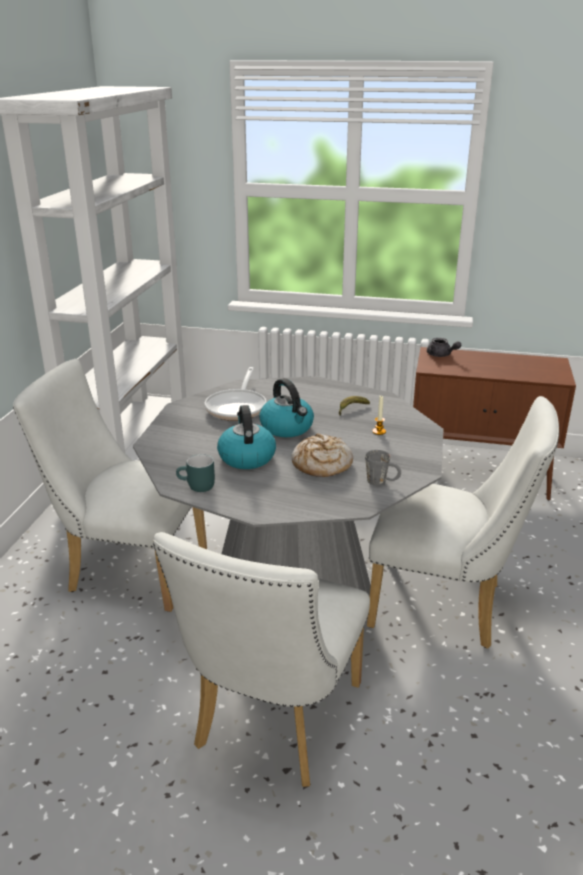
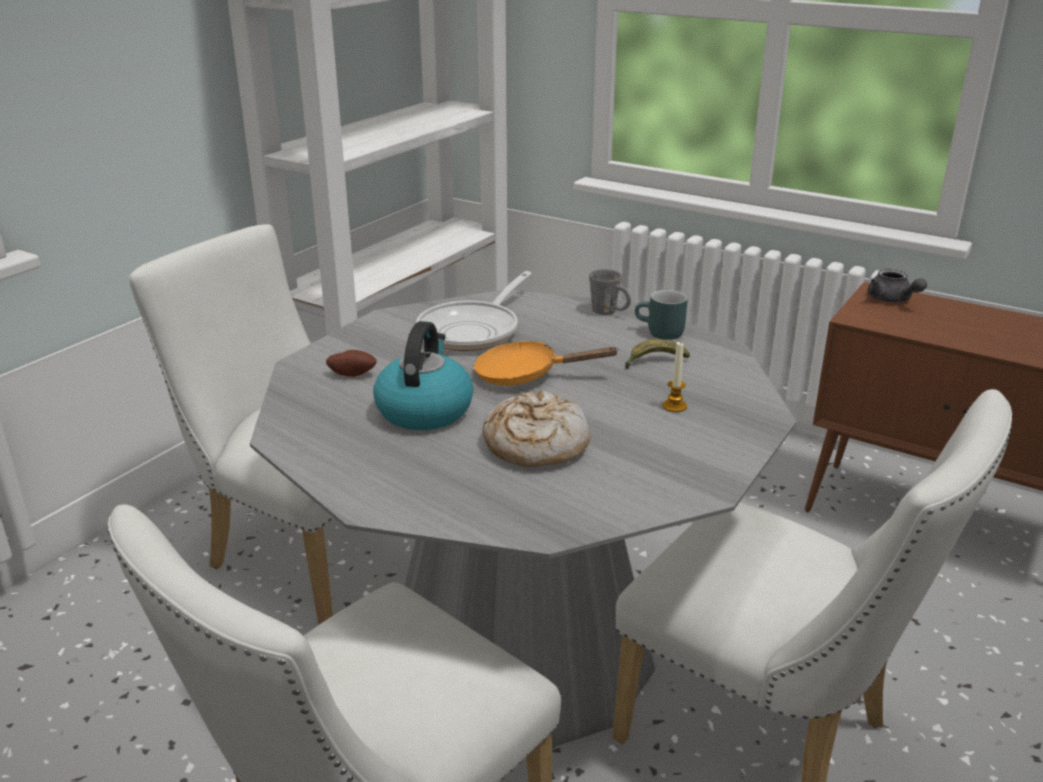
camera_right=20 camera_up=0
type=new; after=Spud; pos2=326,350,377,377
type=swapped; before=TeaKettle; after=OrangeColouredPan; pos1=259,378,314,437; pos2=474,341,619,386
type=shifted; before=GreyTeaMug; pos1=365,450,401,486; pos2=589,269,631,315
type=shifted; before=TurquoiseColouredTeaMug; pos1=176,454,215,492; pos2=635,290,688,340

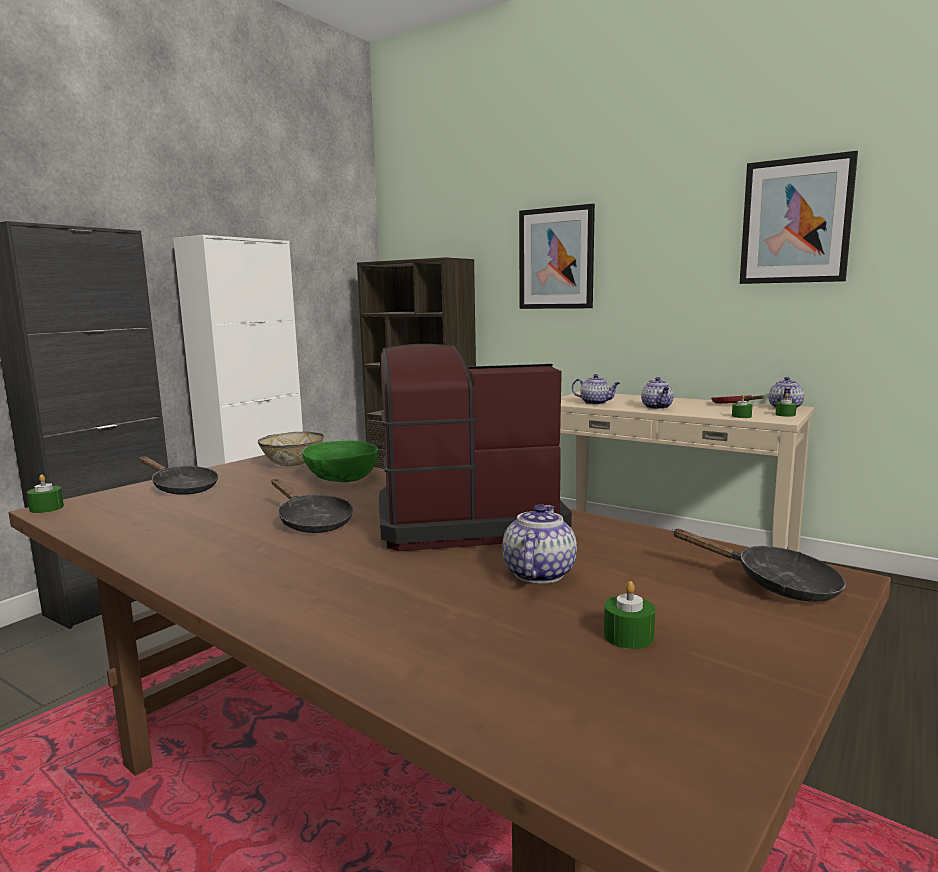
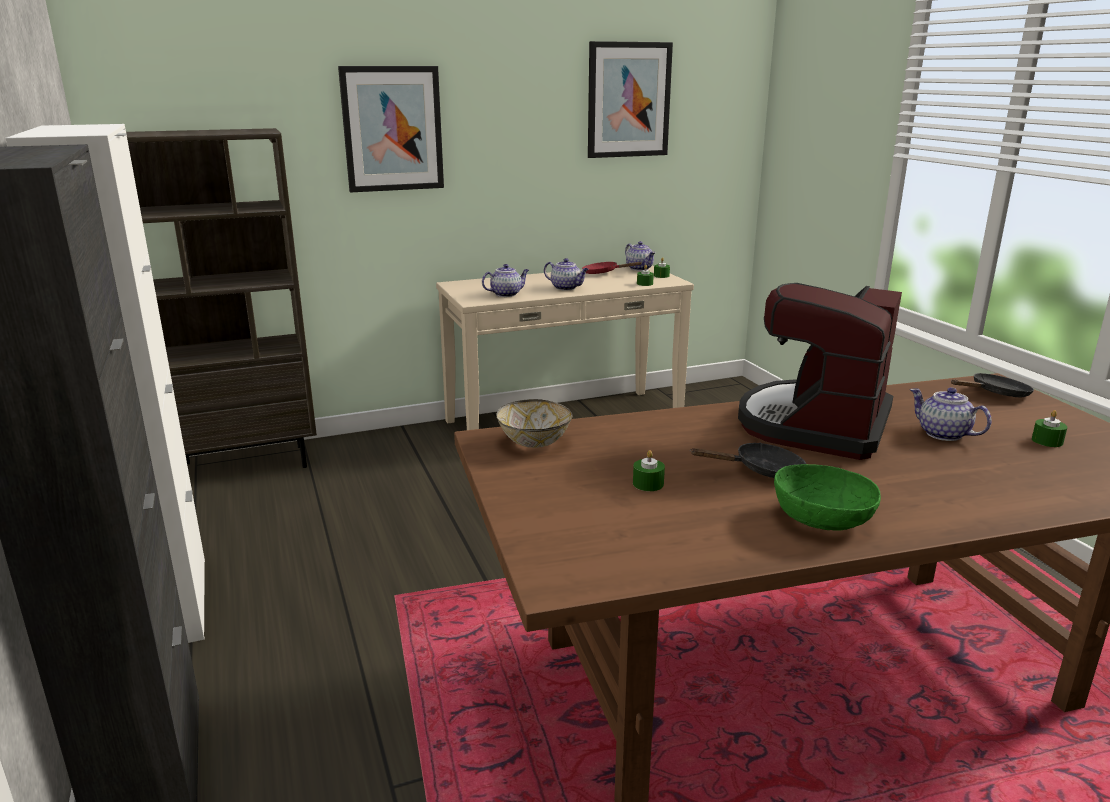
camera_right=-55 camera_up=10
type=shifted; before=GreenCandle; pos1=27,474,64,513; pos2=633,450,665,491
type=shifted; before=GreenBowl; pos1=302,440,379,482; pos2=774,464,881,531
type=gone; before=BlackColouredPan; pos1=139,456,218,495

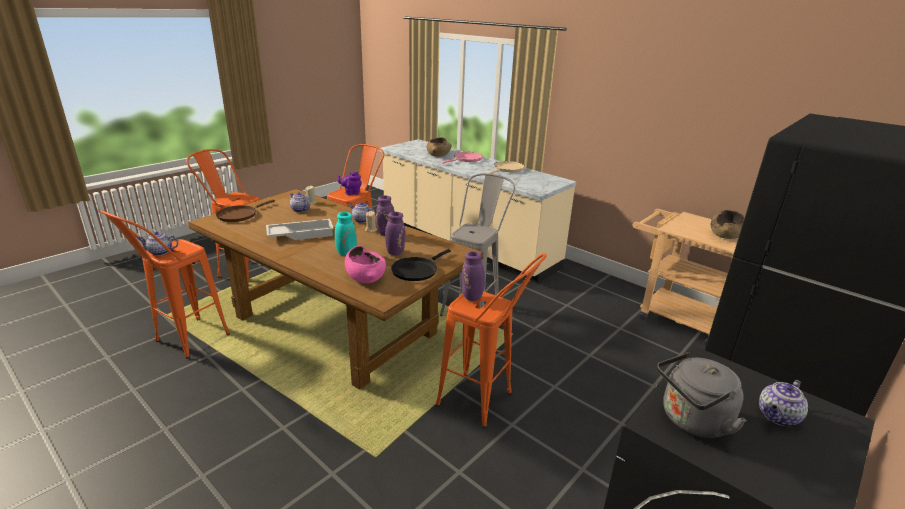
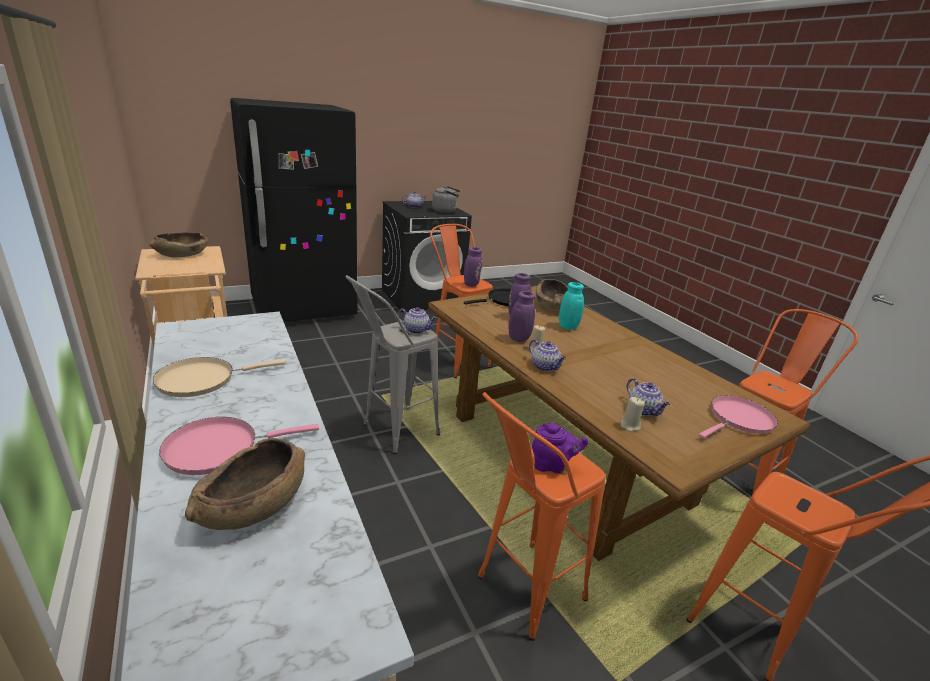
camera_right=-160 camera_up=0
type=shifted; before=TeaPot; pos1=138,232,179,256; pos2=397,307,437,334
type=repainted; before=PinkBowl; after=BrownColouredBowl; pos1=345,245,386,283; pos2=536,279,568,311
type=repainted; before=BrownColouredPan; after=PinkPan; pos1=216,200,275,222; pos2=699,395,778,438
type=gone; before=WhitishCarryingTray; pos1=266,219,334,240

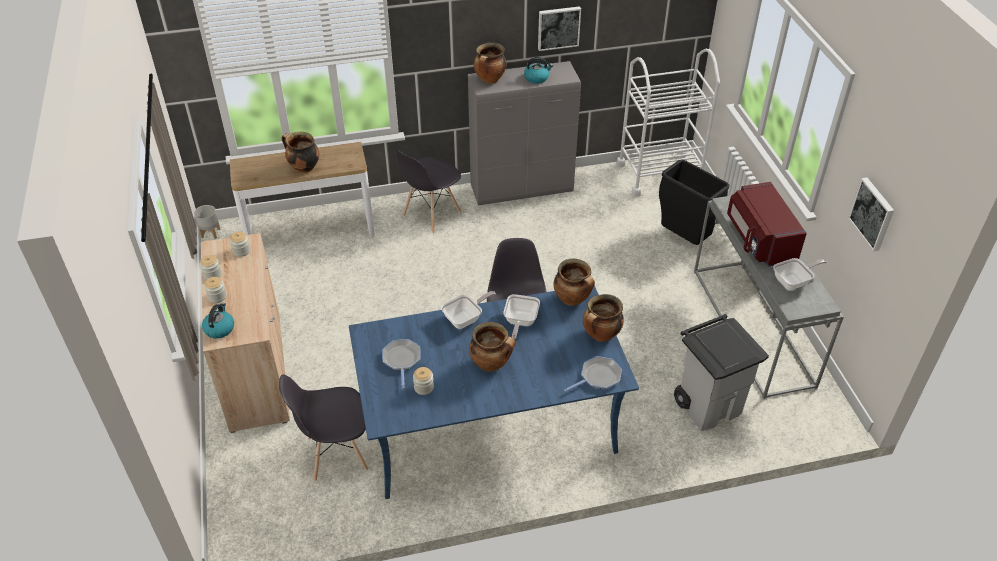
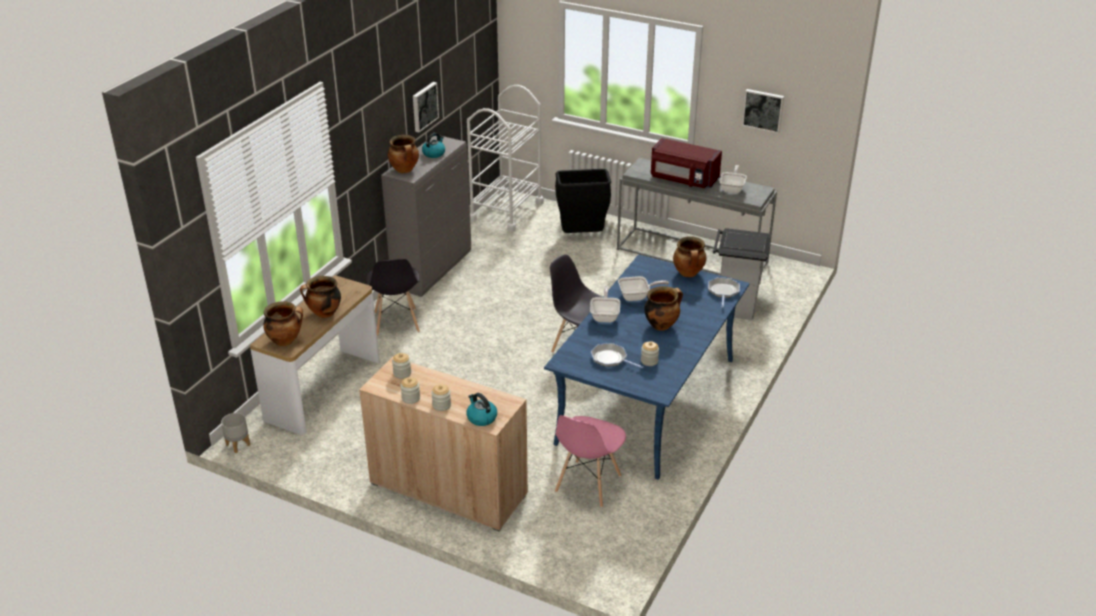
camera_right=-50 camera_up=-10
type=shifted; before=Stockpot; pos1=554,259,595,306; pos2=263,301,303,346
type=repainted; before=GreyChair; after=PinkChair; pos1=279,374,368,481; pos2=555,415,626,507
type=rotated; before=Pan; pos1=503,294,540,339; pos2=618,276,669,301; turn=-60

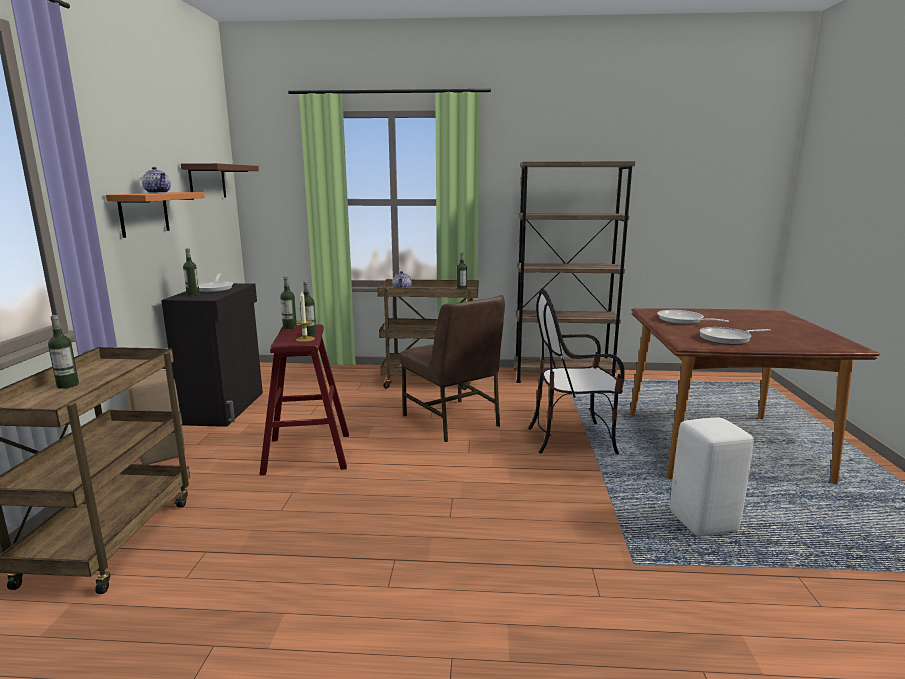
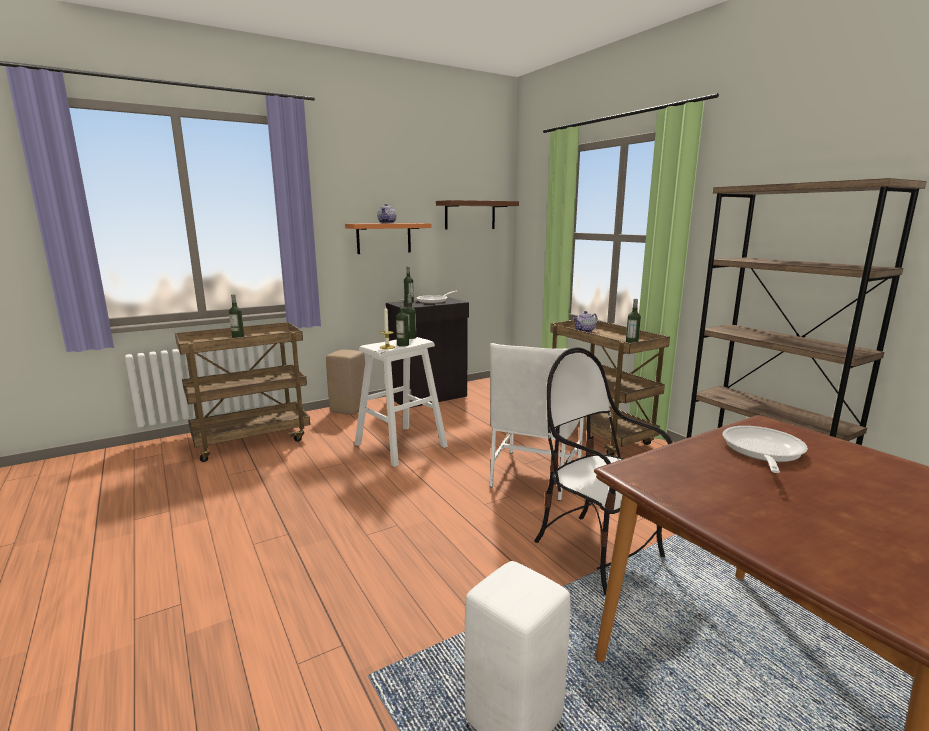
camera_right=55 camera_up=0
type=repainted; before=RedColouredStoolSeat; after=WhitishStoolSeat; pos1=259,325,349,475; pos2=355,337,448,467
type=repainted; before=BrownColouredChair; after=WhitishChair; pos1=400,295,505,442; pos2=489,343,584,501
type=gone; before=Pan; pos1=699,327,771,345

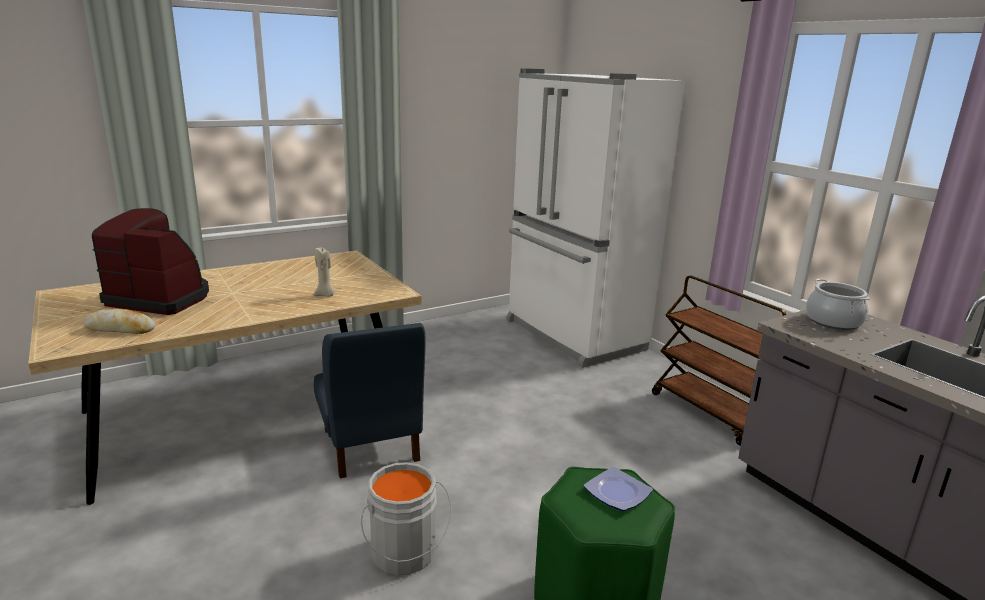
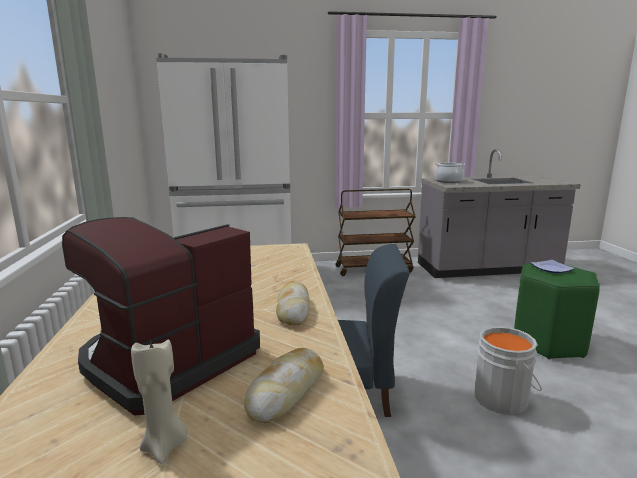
camera_right=-65 camera_up=-5
type=shifted; before=BeigeCandle; pos1=313,247,335,296; pos2=131,338,187,464
type=new; after=BakeryBread; pos2=276,281,310,325

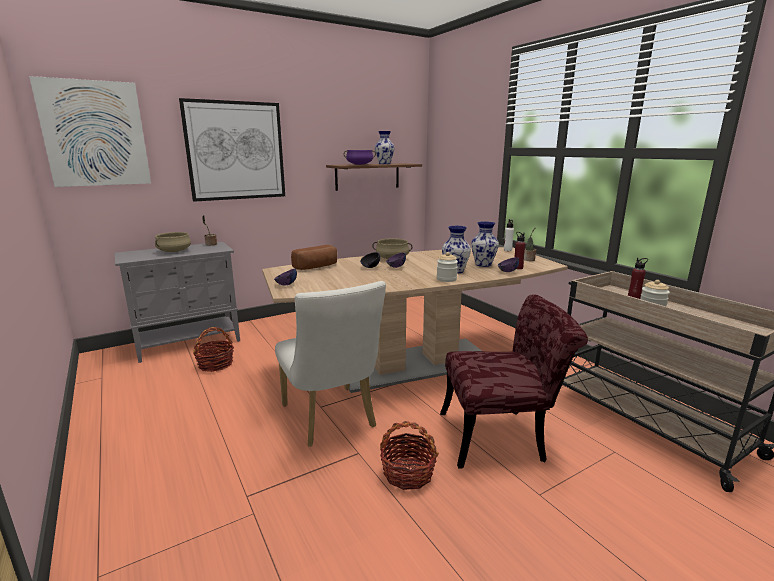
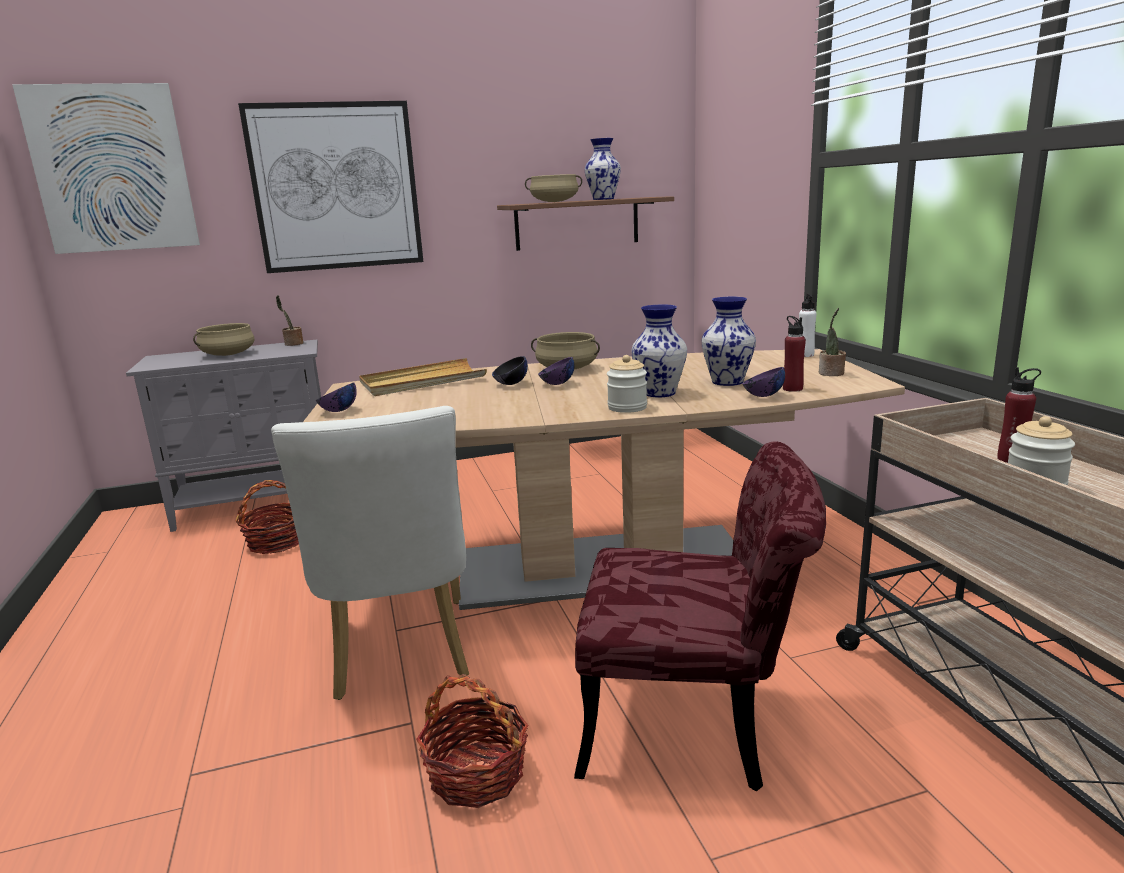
camera_right=15 camera_up=0
type=swapped; before=BakeryBread; after=BeigeCarryingTray; pos1=291,245,337,270; pos2=359,358,487,396
type=repainted; before=PurpleColouredStockpot; after=BeigeStockpot; pos1=344,150,376,165; pos2=525,174,582,202

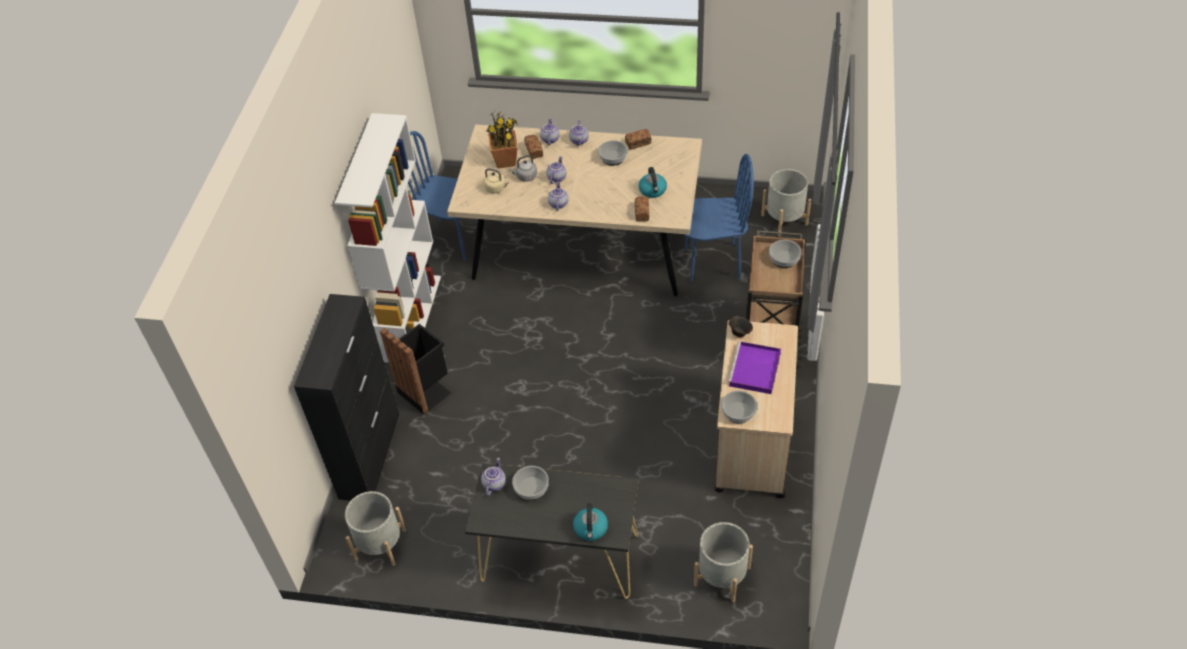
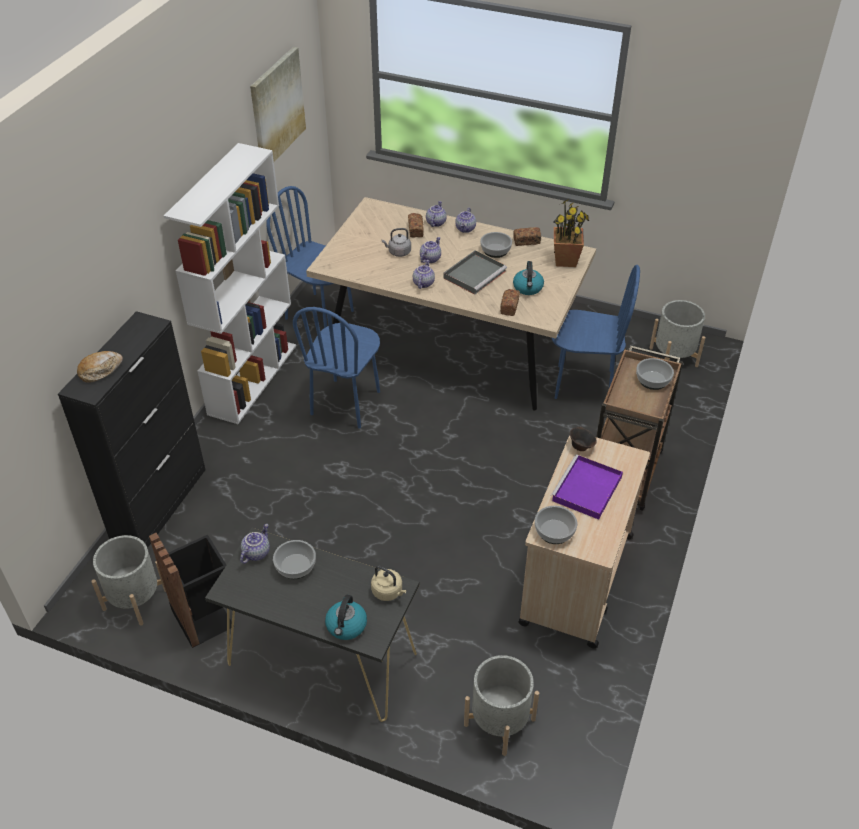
camera_right=10 camera_up=-5
type=new; after=BakeryBread; pos2=77,351,123,383
type=shifted; before=BlackColouredWasteBin; pos1=380,324,451,415; pos2=149,533,235,648
type=new; after=WallArt; pos2=250,47,306,162
type=new; after=BluishChair; pos2=293,307,380,428
type=shifted; before=BeigeTeaKettle; pos1=484,168,509,193; pos2=371,566,406,601
type=new; after=GreyCarryingTray; pos2=443,250,507,294
type=shifted; before=PlantInAPot; pos1=487,111,518,168; pos2=554,199,589,267

